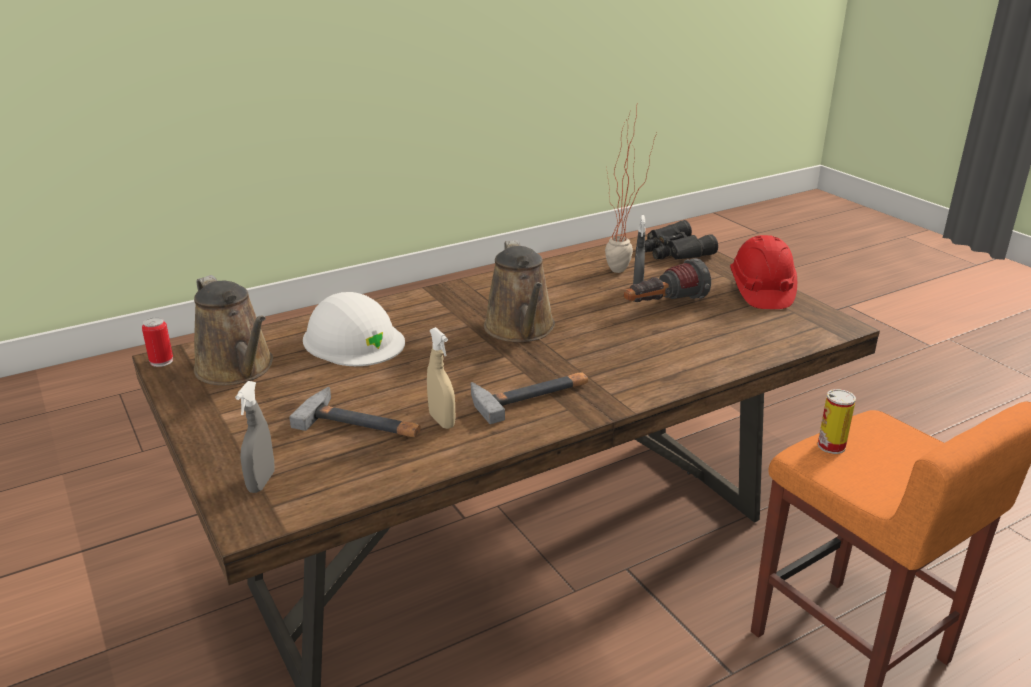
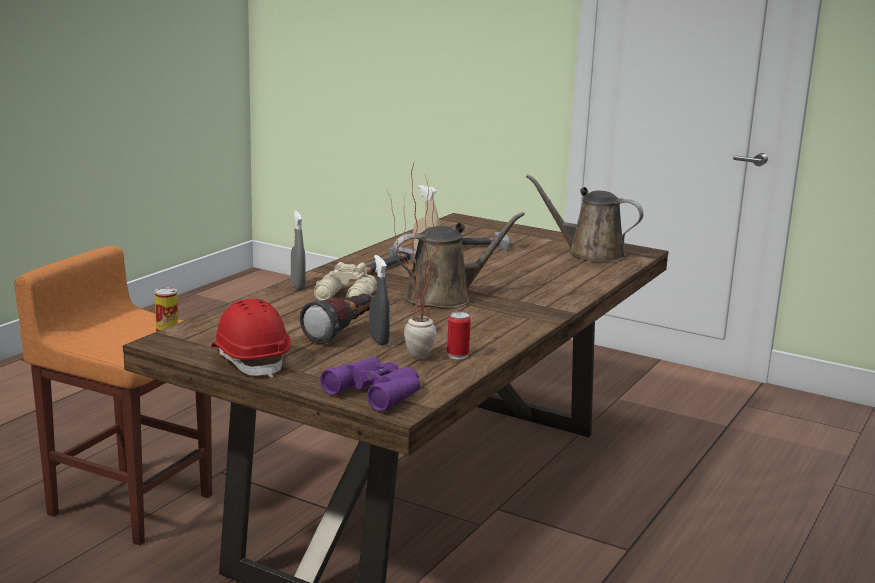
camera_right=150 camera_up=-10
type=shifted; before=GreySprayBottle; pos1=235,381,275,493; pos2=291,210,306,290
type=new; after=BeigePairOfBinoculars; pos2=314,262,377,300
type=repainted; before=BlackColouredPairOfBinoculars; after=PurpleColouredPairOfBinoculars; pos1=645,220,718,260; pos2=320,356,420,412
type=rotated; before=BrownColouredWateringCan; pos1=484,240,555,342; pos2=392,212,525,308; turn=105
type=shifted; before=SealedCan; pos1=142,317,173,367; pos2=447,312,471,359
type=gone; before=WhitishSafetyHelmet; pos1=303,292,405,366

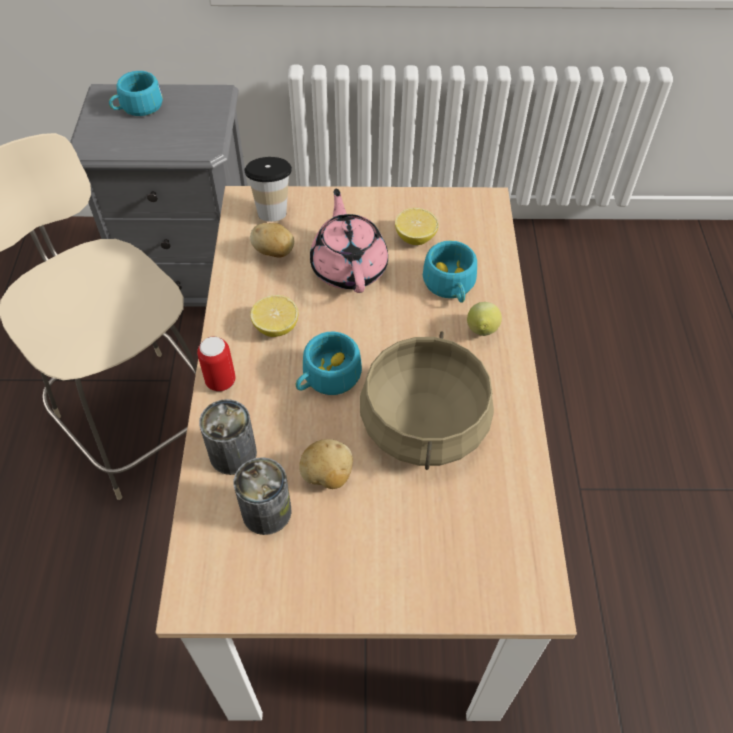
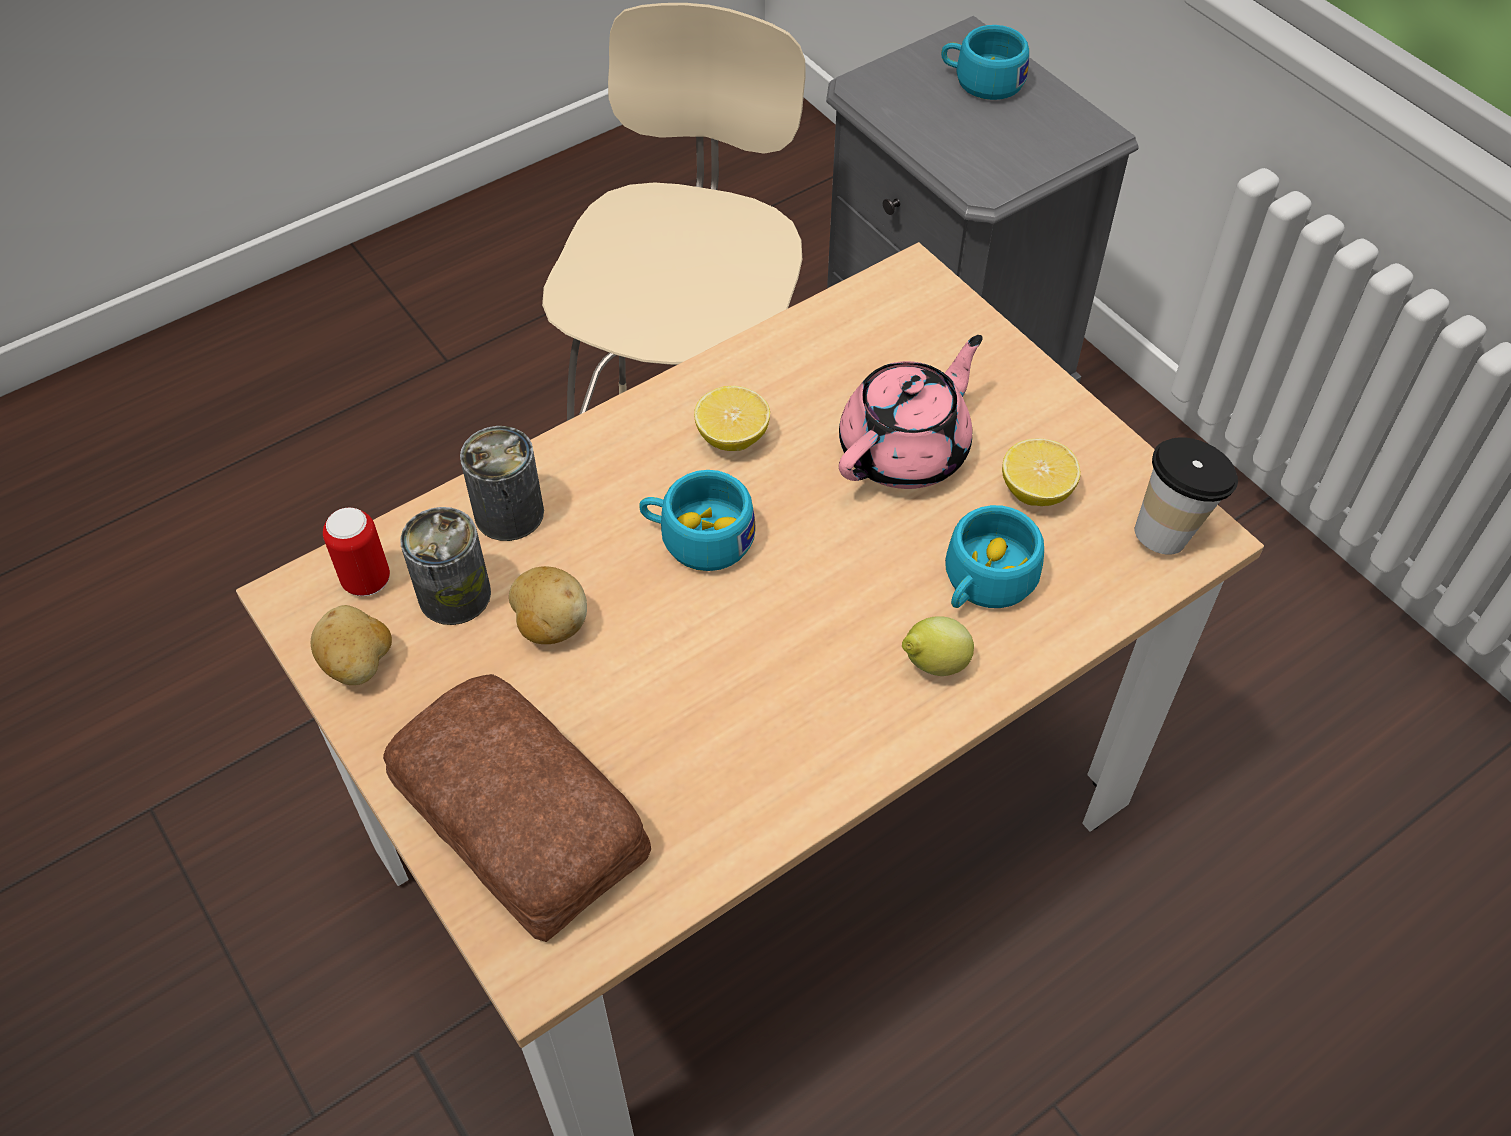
camera_right=55 camera_up=0
type=shifted; before=Spud; pos1=250,223,294,257; pos2=311,605,392,685
type=shifted; before=SealedCan; pos1=197,336,236,391; pos2=323,507,390,596
type=new; after=BakeryBread; pos2=383,674,651,942
type=shifted; before=SmallCup; pos1=244,157,292,222; pos2=1135,437,1238,555
type=gone; before=BeigeStockpot; pos1=360,331,494,470

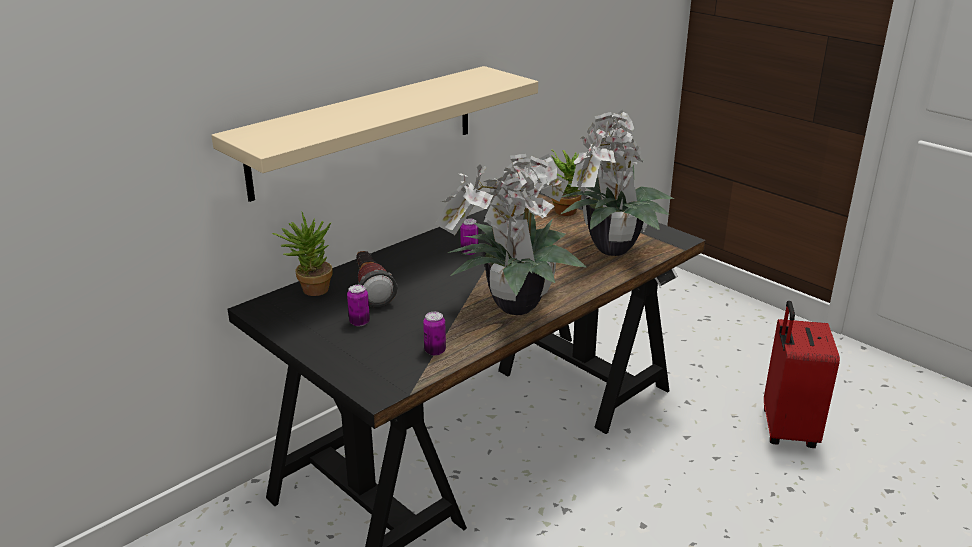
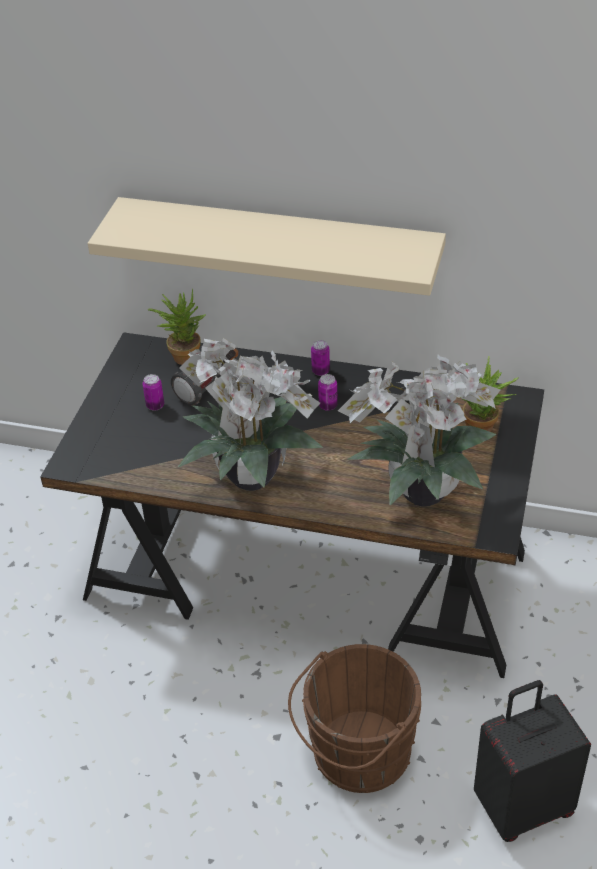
camera_right=60 camera_up=15
type=new; after=BrownColouredPail; pos2=288,644,421,793
type=shifted; before=SealedCan; pos1=423,312,446,356; pos2=311,340,330,376
type=repainted; before=RedColouredSuitcase; after=BlackColouredSuitcase; pos1=764,301,840,448; pos2=474,680,591,842

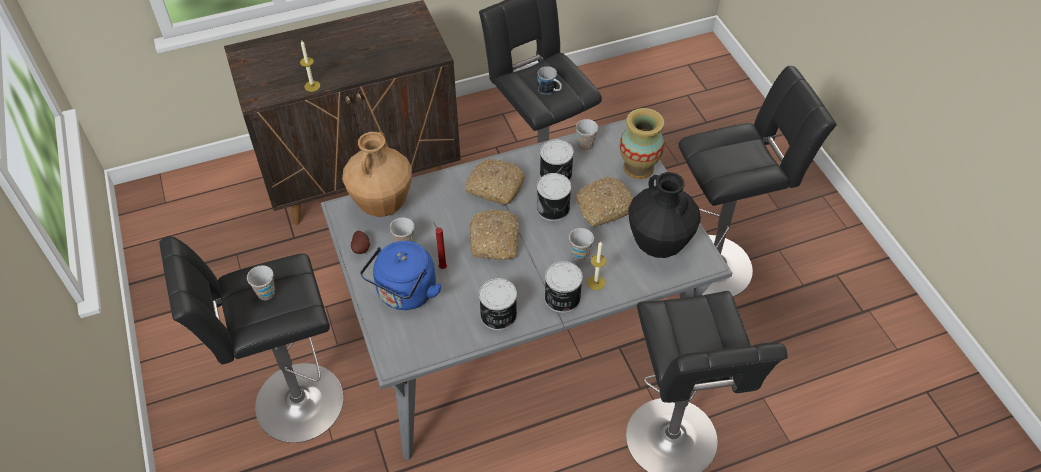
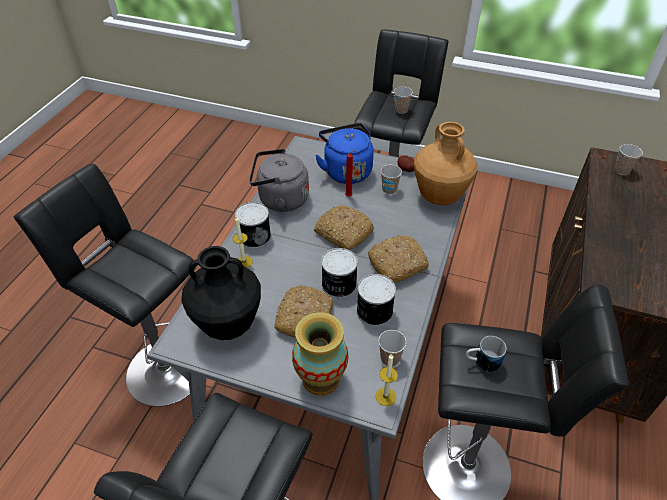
camera_right=130 camera_up=-5
type=swapped; before=SealedCan; after=GreyTeaKettle; pos1=479,278,517,330; pos2=249,149,309,212
type=shifted; before=Candle; pos1=300,41,320,92; pos2=376,354,398,406
type=shifted; before=SmallCup; pos1=569,228,594,261; pos2=614,144,643,175

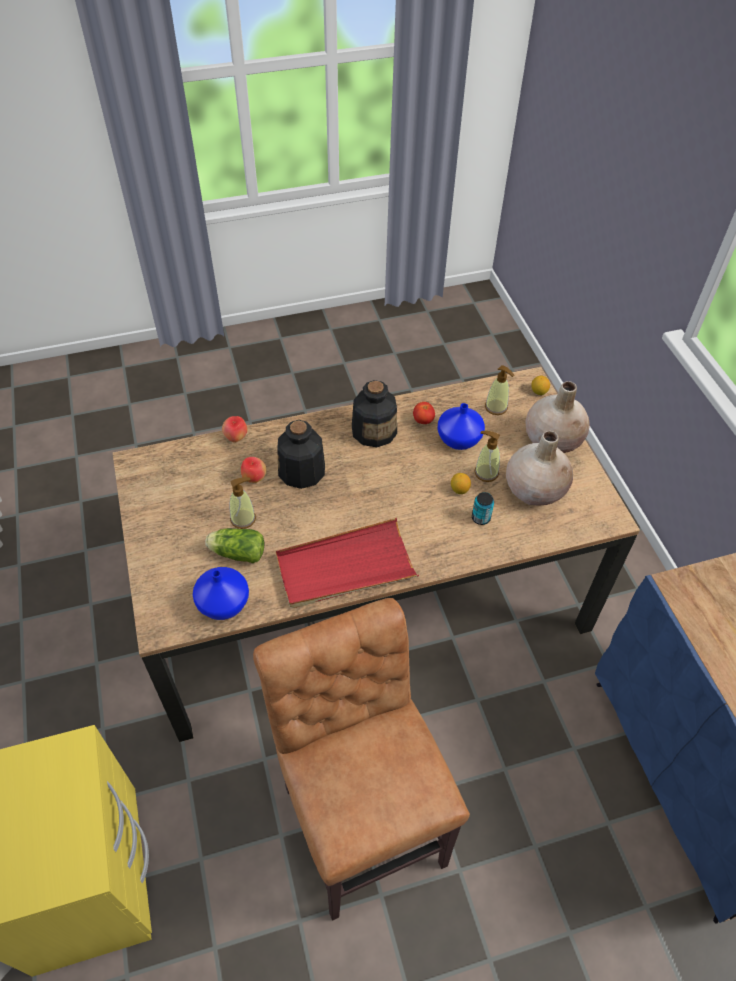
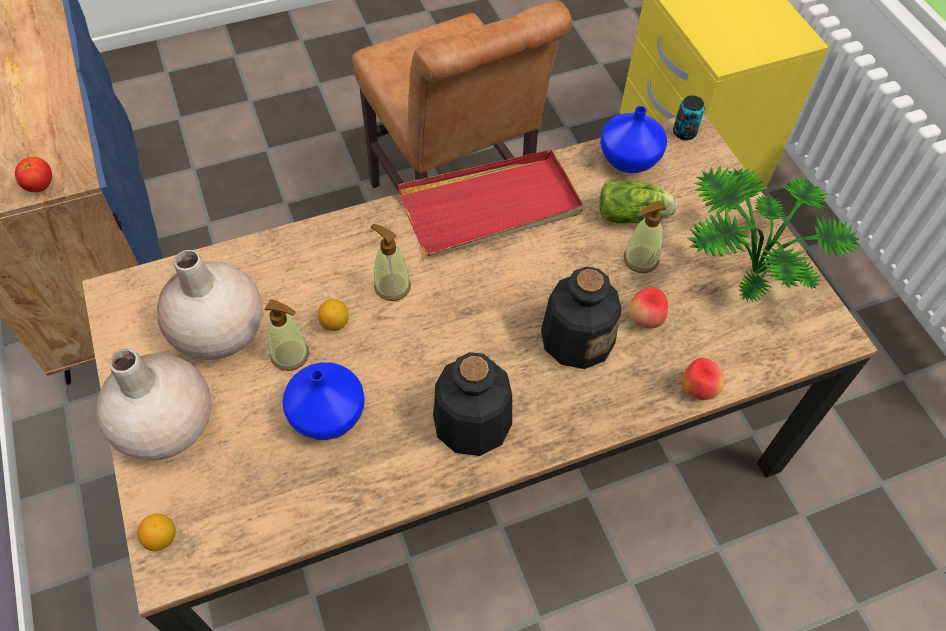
camera_right=175 camera_up=5
type=shifted; before=Tomato; pos1=413,402,435,424; pos2=15,157,52,192
type=shifted; before=SoapBottle; pos1=485,365,514,415; pos2=370,224,411,301
type=shifted; before=SealedCan; pos1=472,492,494,525; pos2=673,95,705,140
type=new; after=PlantInAPot; pos2=688,165,861,302

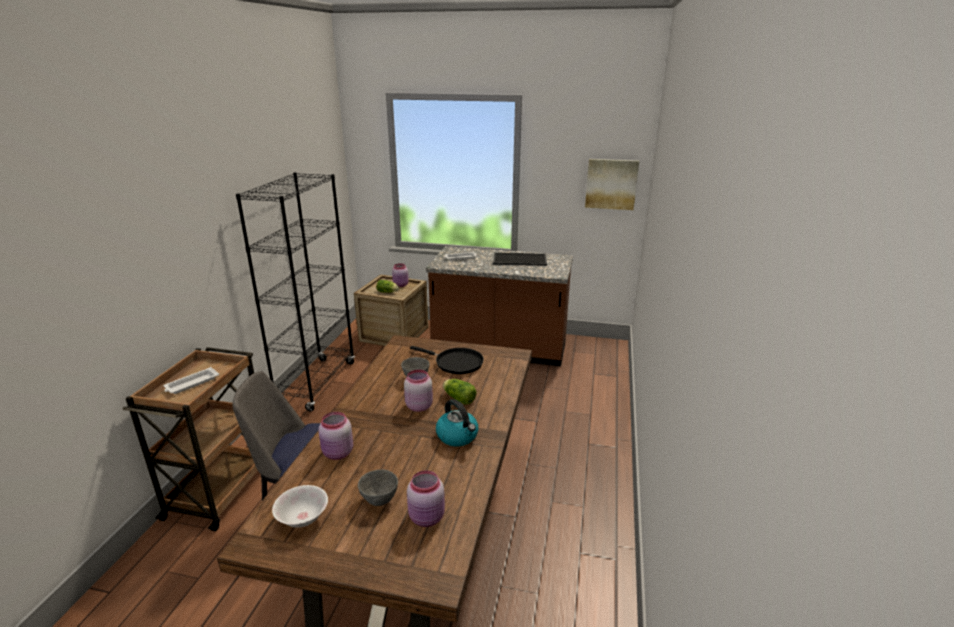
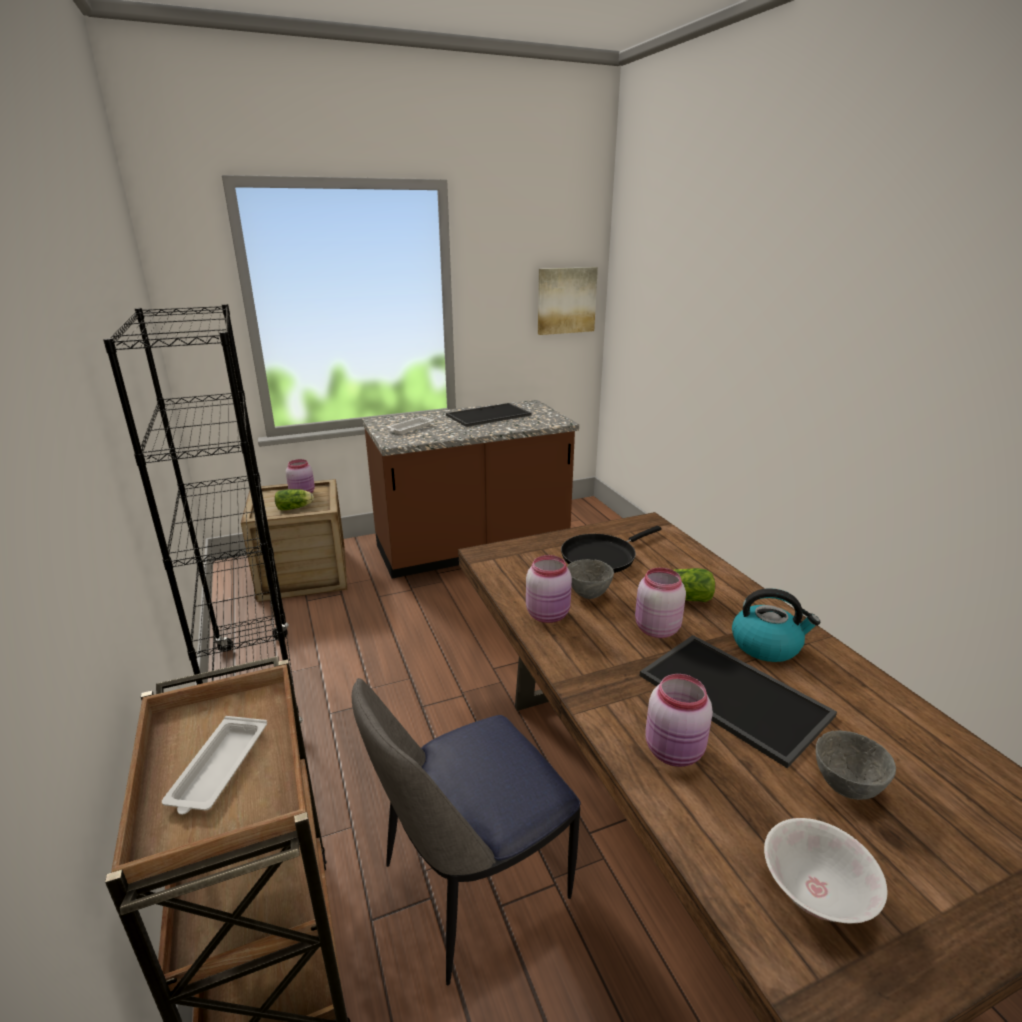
camera_right=-35 camera_up=0
type=shifted; before=PinkJar; pos1=407,470,445,527; pos2=526,555,572,623
type=rotated; before=BlackColouredPan; pos1=410,346,484,374; pos2=561,526,661,573; turn=150
type=new; after=CarryingTray; pos2=640,635,837,768

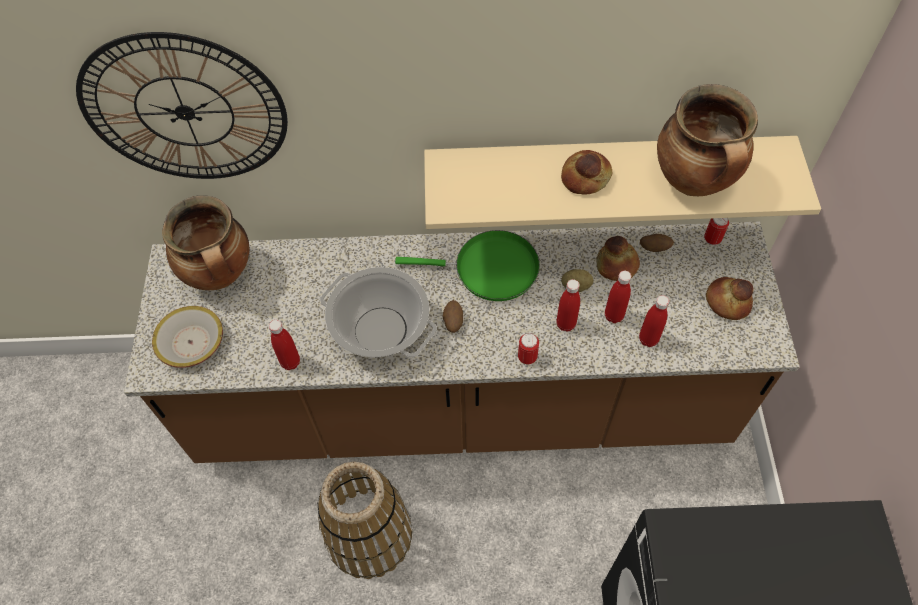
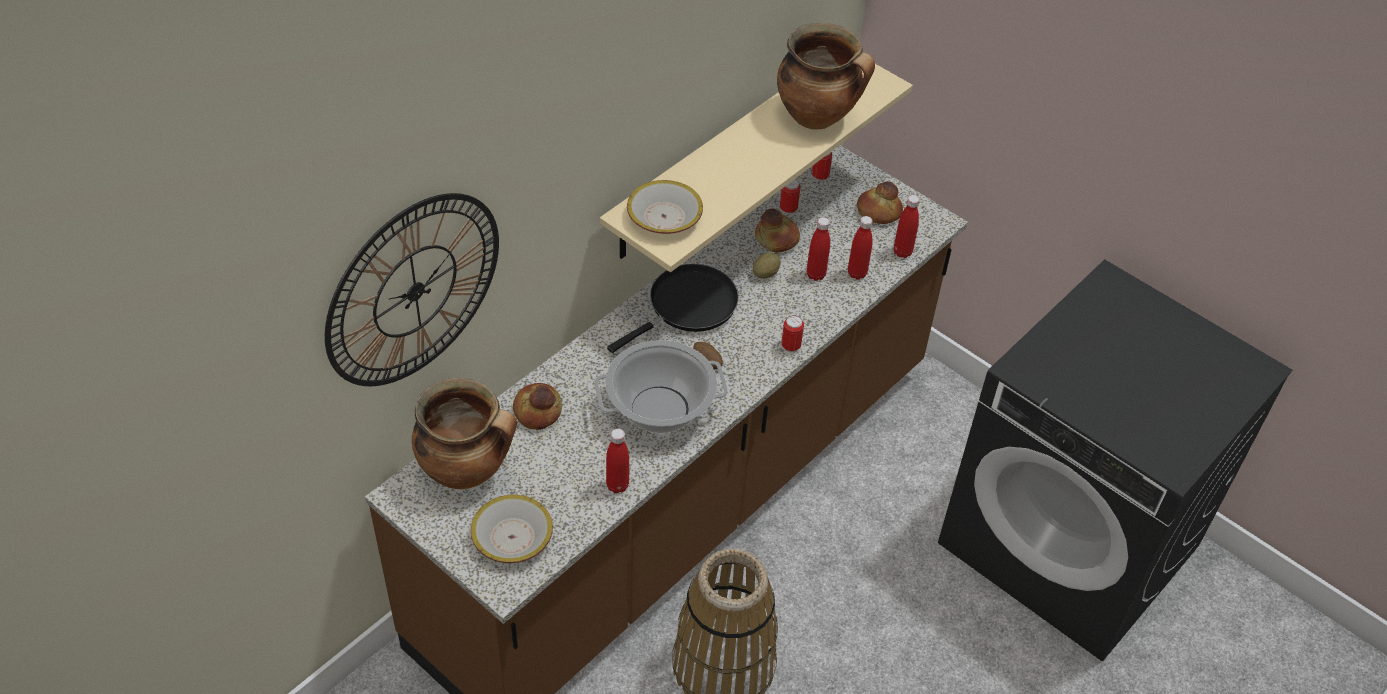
camera_right=-50 camera_up=-10
type=shifted; before=BakeryBread; pos1=561,150,612,195; pos2=513,383,562,430
type=repainted; before=GreenPan; after=BlackColouredPan; pos1=395,230,540,301; pos2=607,264,739,353
type=new; after=Bowl; pos2=627,180,703,234
type=swapped; before=Spud; after=SealedCan; pos1=640,234,674,252; pos2=780,179,801,214
type=shifted; before=RedColouredDrinkBottle; pos1=556,279,580,332; pos2=894,195,920,258

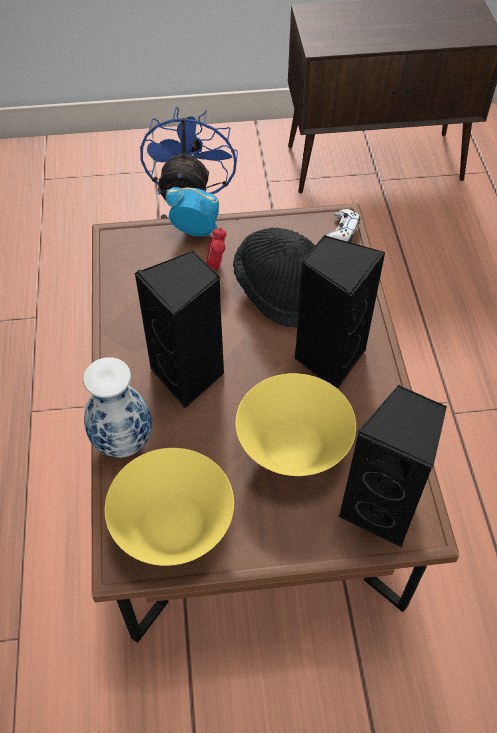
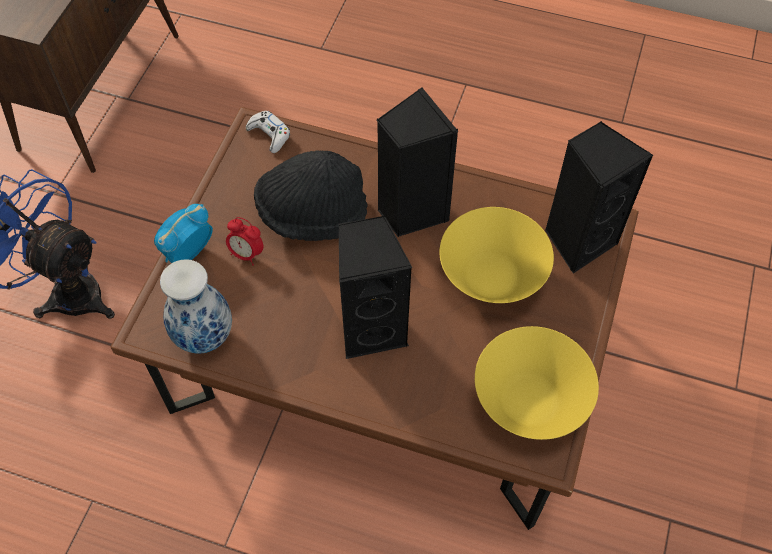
camera_right=-65 camera_up=5
type=shifted; before=DecorativeVase; pos1=83,357,152,458; pos2=160,259,232,354

